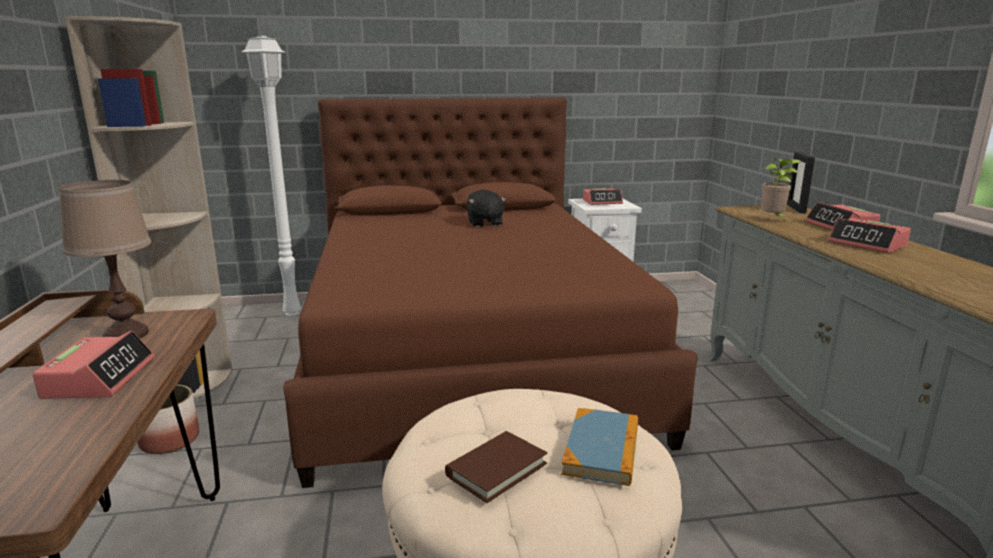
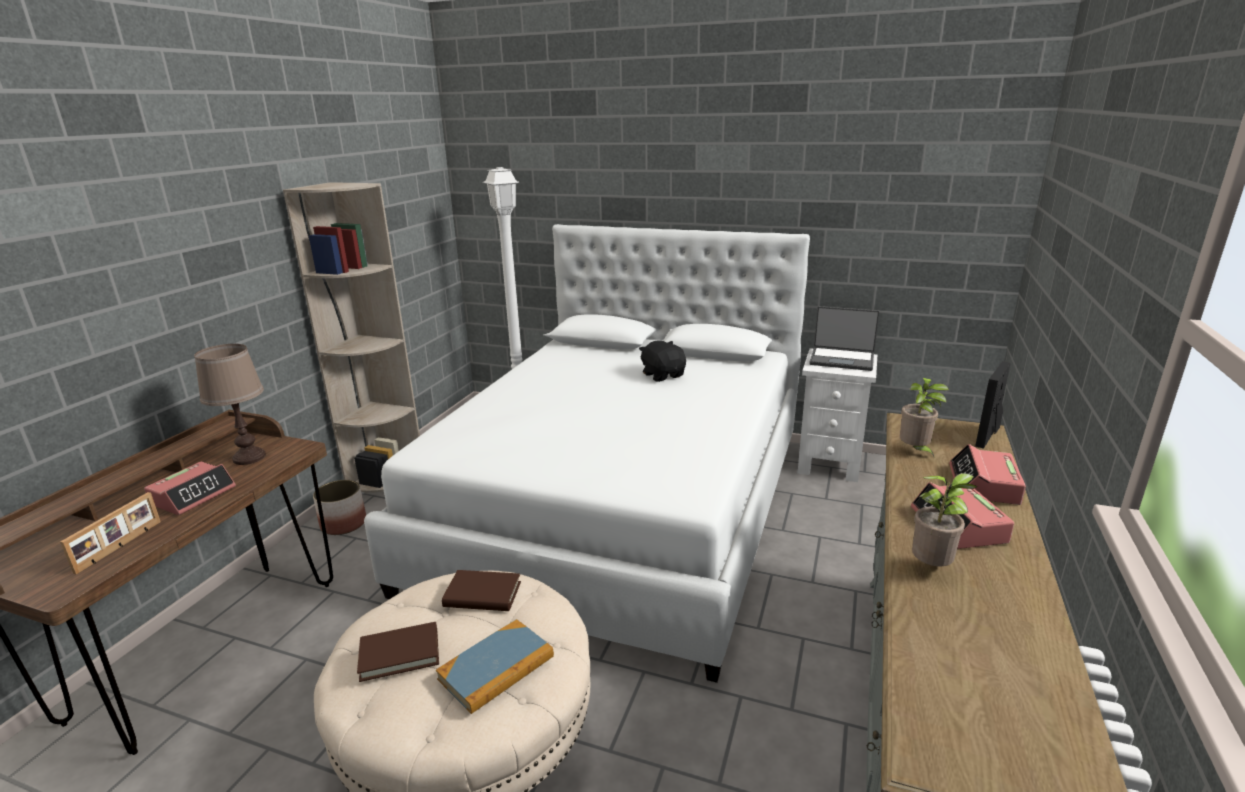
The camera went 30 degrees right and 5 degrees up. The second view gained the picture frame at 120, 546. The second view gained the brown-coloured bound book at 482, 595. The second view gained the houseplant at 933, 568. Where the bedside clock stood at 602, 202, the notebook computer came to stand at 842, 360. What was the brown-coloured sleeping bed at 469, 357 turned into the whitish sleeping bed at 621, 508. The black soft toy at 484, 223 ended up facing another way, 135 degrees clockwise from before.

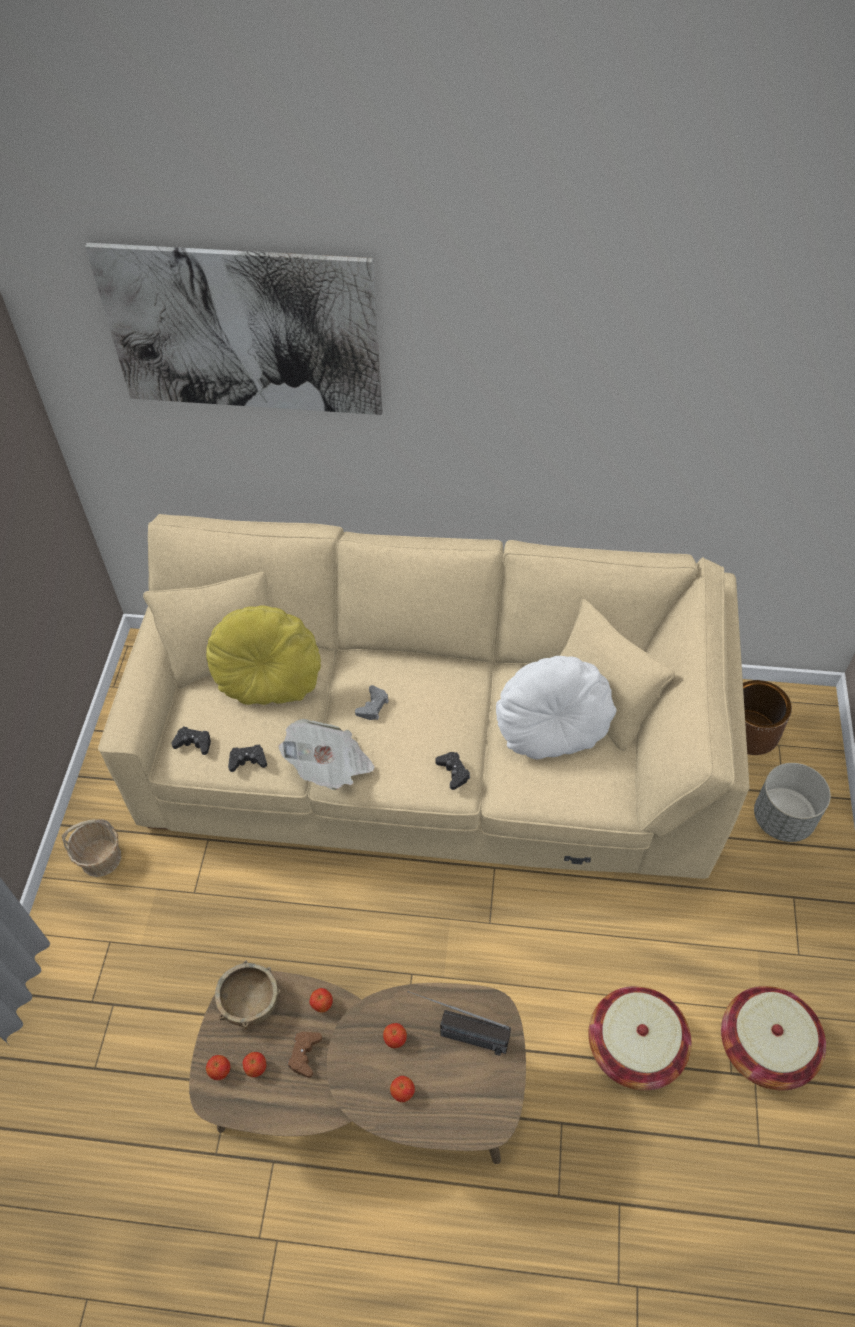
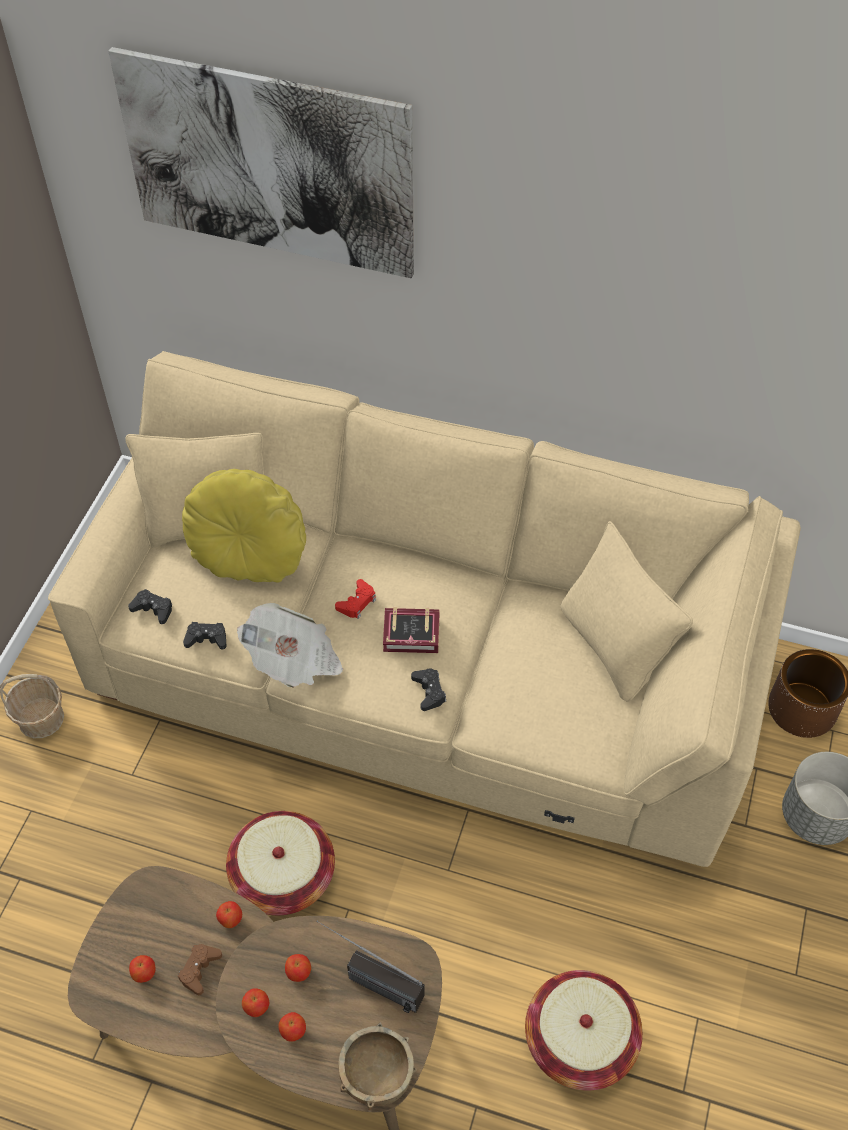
The camera went 10 degrees right and 0 degrees up. The second view lost the whitish cushion at 551, 737. The second view gained the bound book at 414, 636. The apple fruit ended up elsewhere, having gone from 220, 1071 to 256, 1007. The brown-coloured serving bowl ended up elsewhere, having gone from 249, 1002 to 376, 1073. The household basket ended up elsewhere, having gone from 765, 1047 to 283, 875. What was the gray joypad at 373, 706 turned into the red-coloured joypad at 357, 602.

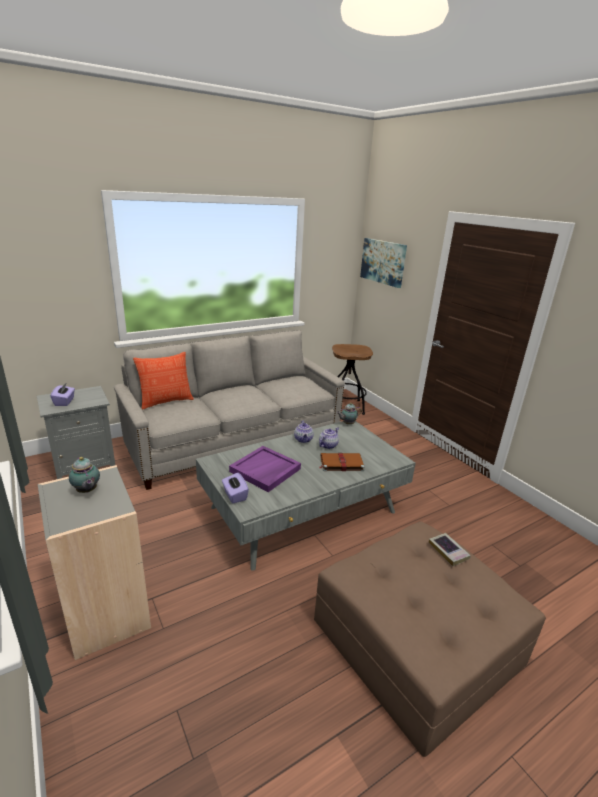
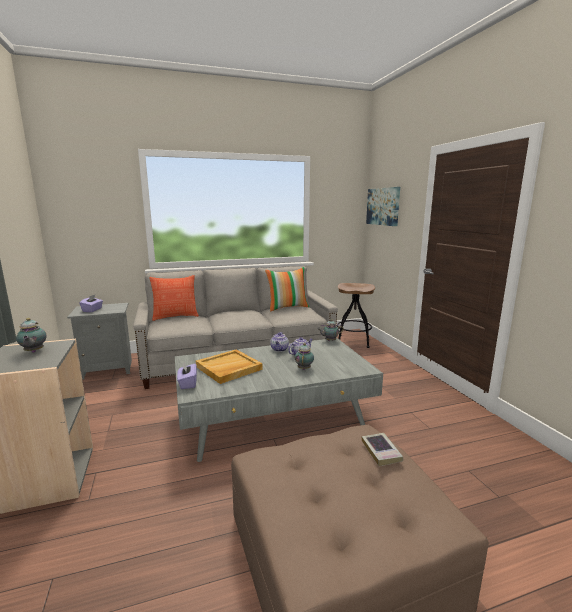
The camera went 15 degrees right and 10 degrees down. The second view gained the cushion at 287, 307. Where the brown-coloured bound book stood at 340, 463, the teapot came to stand at 304, 368. What was the purple carrying tray at 265, 470 turned into the beige-coloured carrying tray at 228, 368.

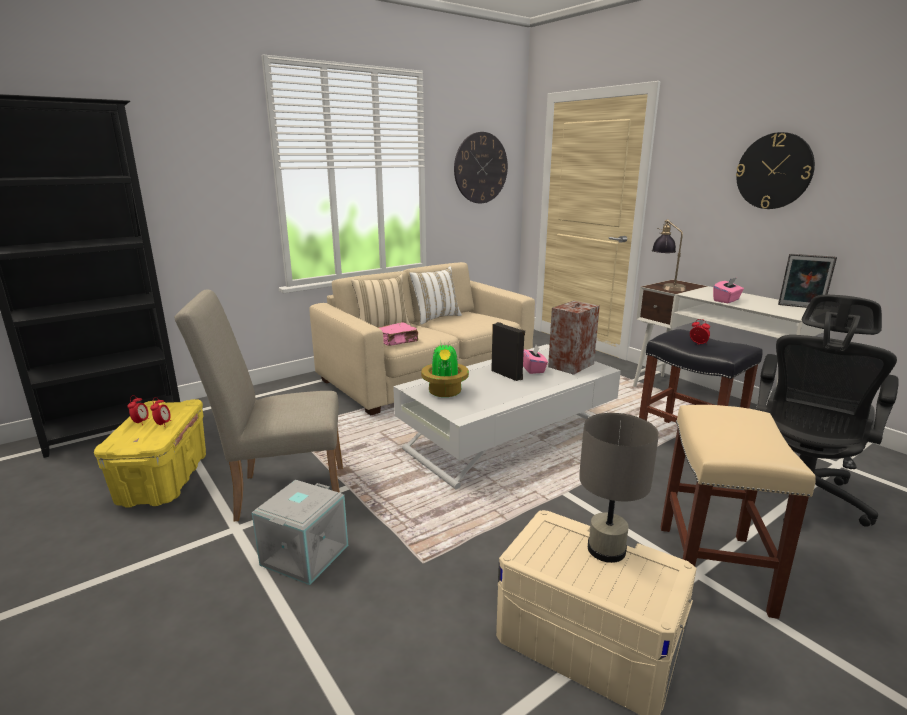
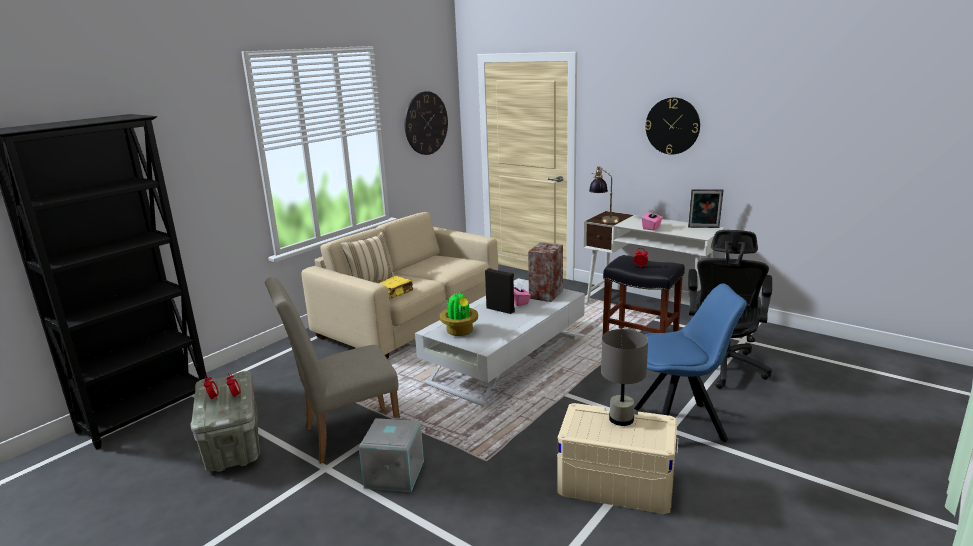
The camera went 15 degrees left and 0 degrees up. The second view lost the whitish cushion at 435, 318. Where the beige-coloured stool seat stood at 714, 569, the blue upright chair came to stand at 680, 424. What was the yellowish storage bin at 164, 479 turned into the gray storage bin at 232, 445. What was the pinkish bound book at 397, 341 turned into the yellowish bound book at 395, 293.

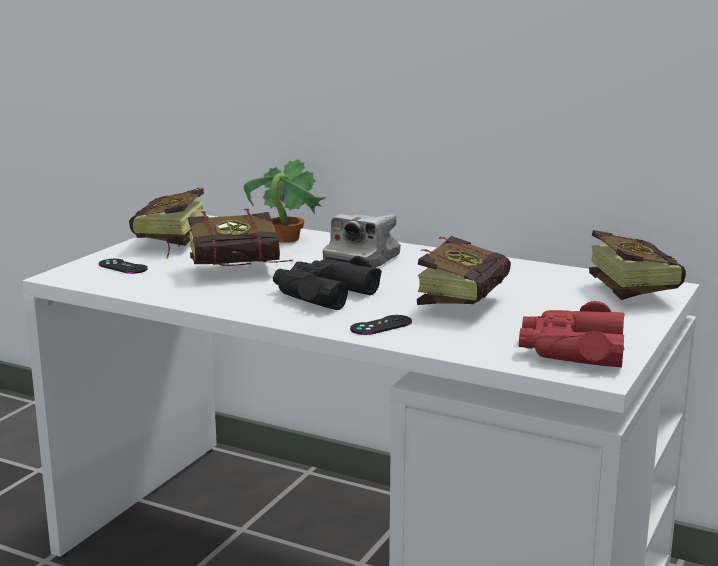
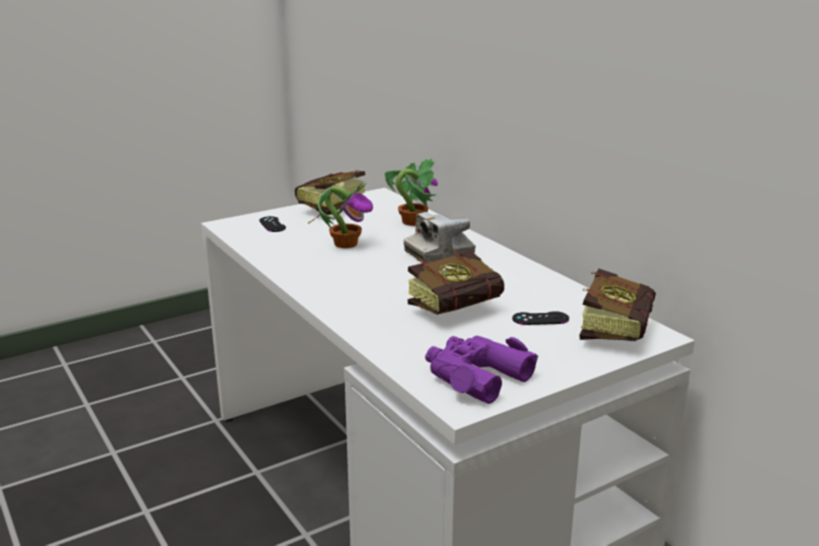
The camera went 30 degrees right and 5 degrees up. The second view lost the black pair of binoculars at 322, 294. The black joypad ended up elsewhere, having gone from 381, 325 to 540, 319. Where the bound book stood at 245, 269, the houseplant came to stand at 345, 243. What was the red-coloured pair of binoculars at 572, 350 turned into the purple pair of binoculars at 475, 376.

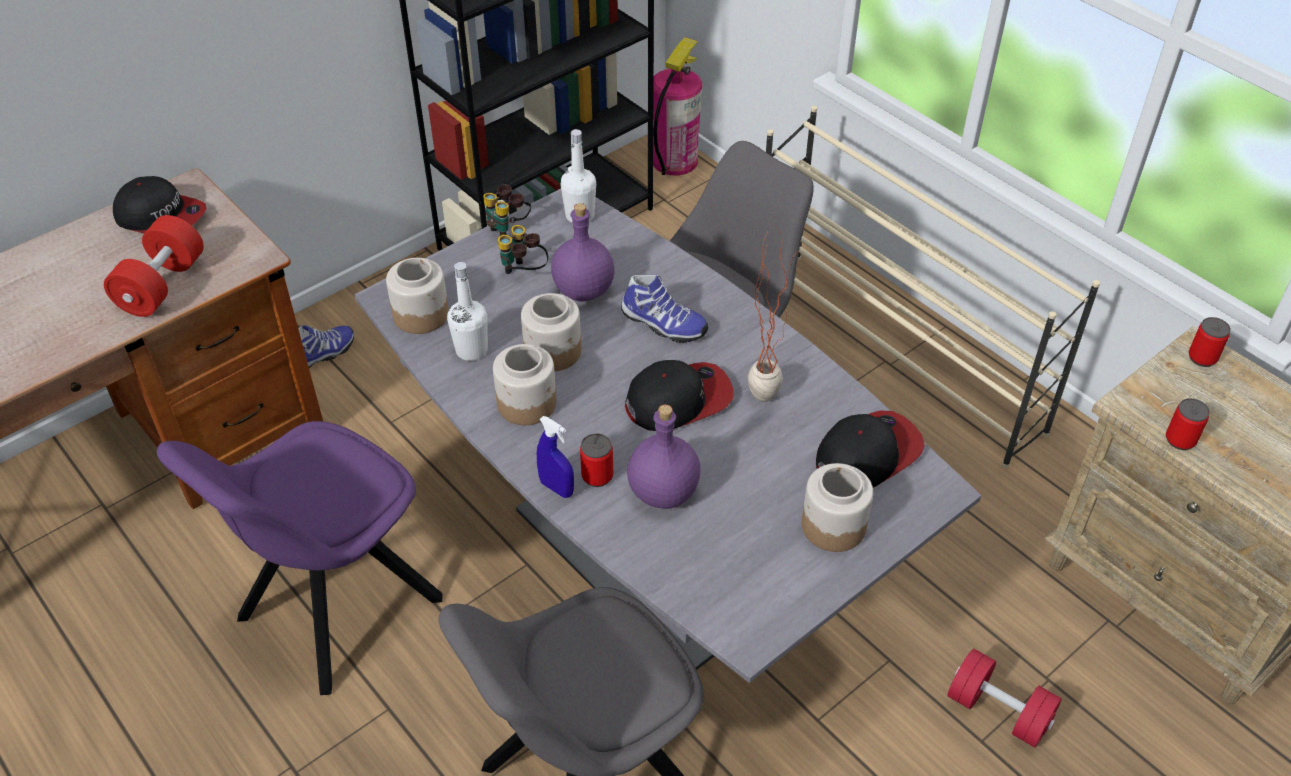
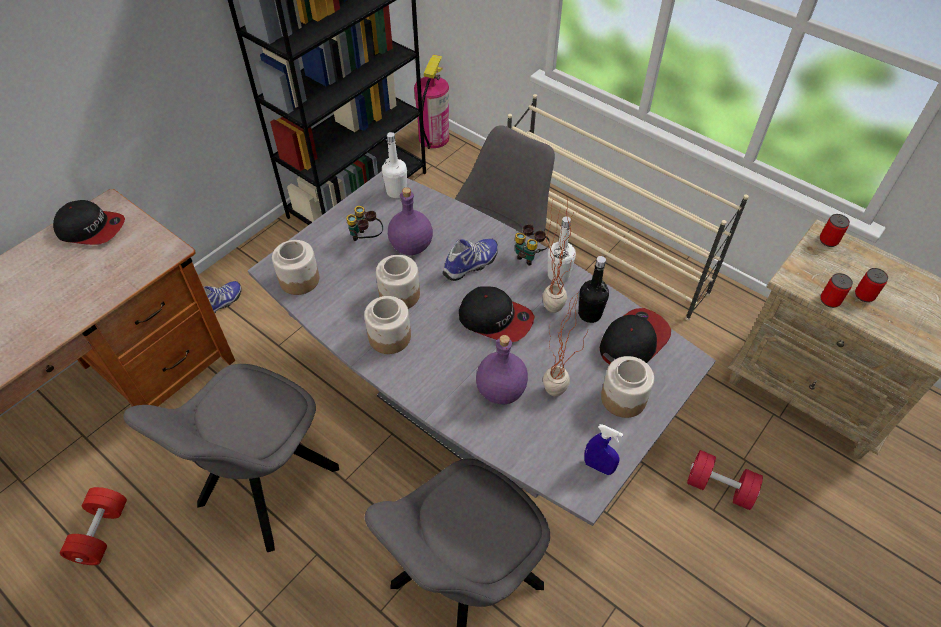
The camera went 10 degrees left and 5 degrees up. The second view gained the houseplant at 555, 398. The second view gained the black bottle at 589, 314. The red-coloured hand weight ended up elsewhere, having gone from 162, 285 to 101, 533. The whitish bottle ended up elsewhere, having gone from 471, 350 to 558, 275. The pair of binoculars ended up elsewhere, having gone from 508, 229 to 529, 255. The blue spray bottle ended up elsewhere, having gone from 556, 488 to 598, 467. The metal can ended up elsewhere, having gone from 597, 476 to 864, 295. What was the purple upright chair at 338, 608 turned into the gray upright chair at 267, 486. The item of footwear at 662, 325 ended up facing another way, 60 degrees counterclockwise from before. The baseball cap at 679, 399 ended up facing another way, 60 degrees clockwise from before.

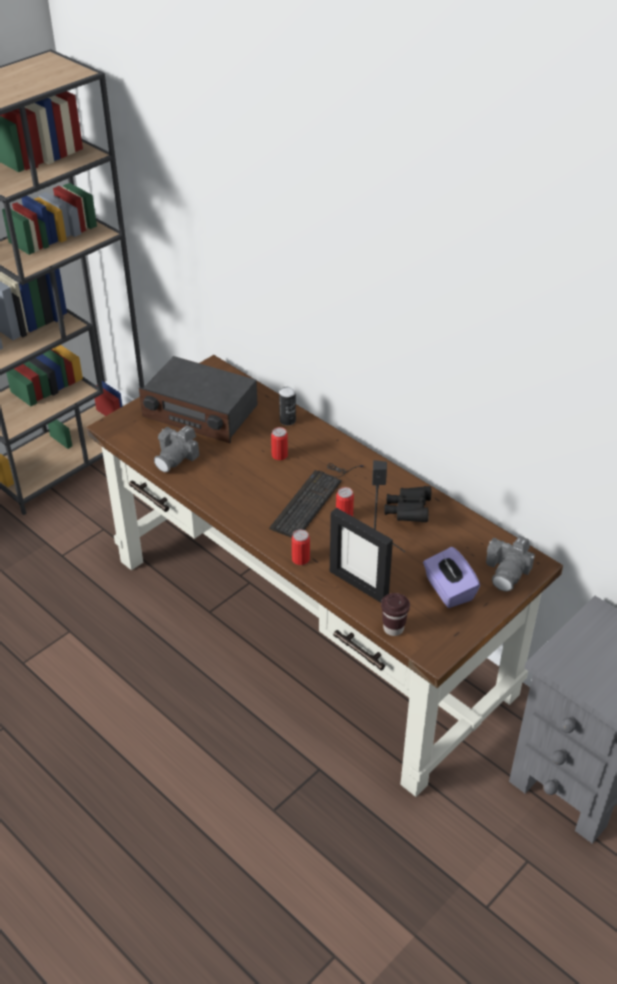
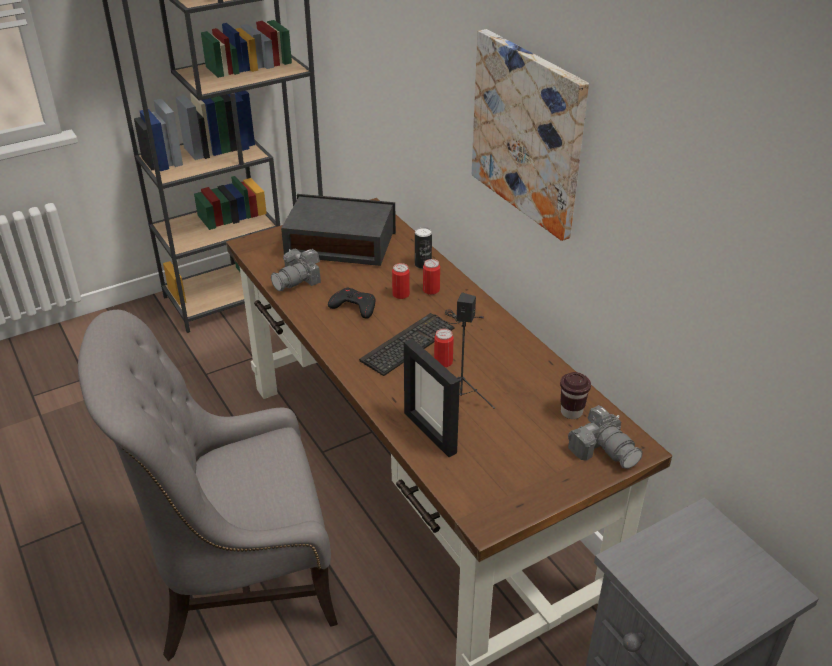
The camera went 15 degrees right and 5 degrees down. The second view lost the black pair of binoculars at 408, 512. The second view lost the purple tissue box at 448, 590. The second view gained the gray upright chair at 238, 578. The second view gained the black joypad at 354, 306. The second view gained the wall art at 529, 132. The metal can ended up elsewhere, having gone from 300, 559 to 431, 290. The brown-coloured cup ended up elsewhere, having gone from 393, 628 to 571, 412. The radio at 200, 412 ended up facing another way, 150 degrees clockwise from before. The photo camera at 508, 571 ended up facing another way, 75 degrees counterclockwise from before.

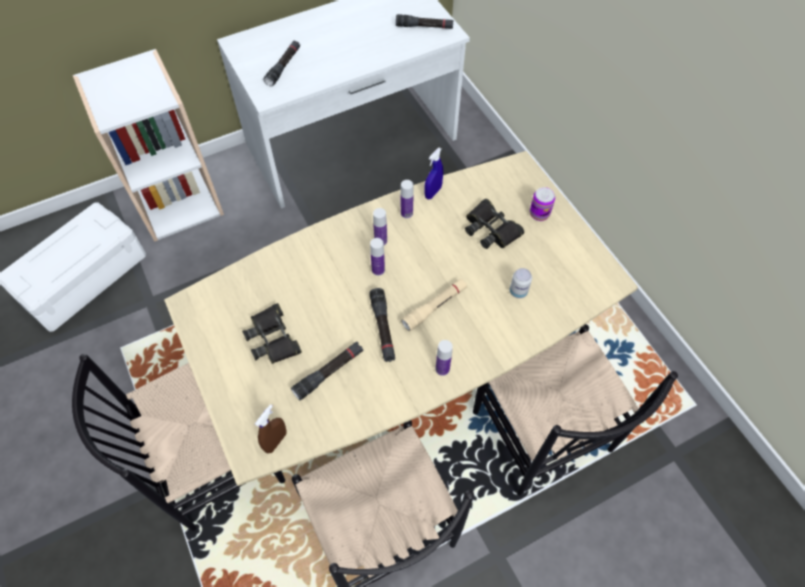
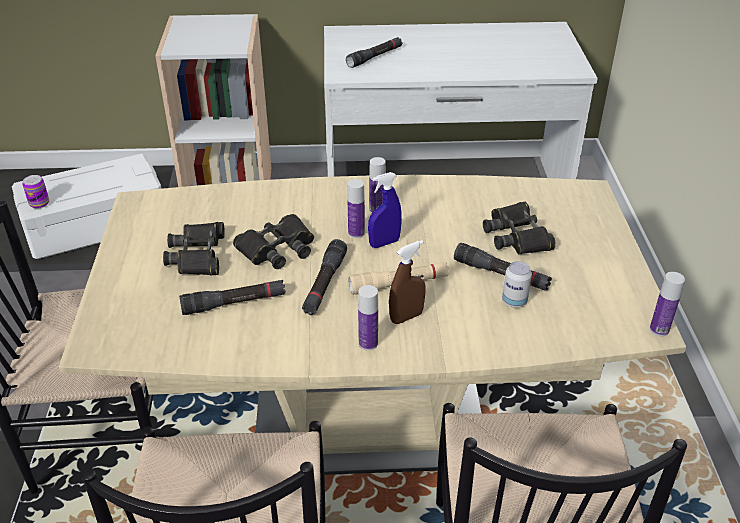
The camera went 25 degrees right and 20 degrees down. The second view gained the black pair of binoculars at 277, 249. The brown-coloured spray bottle ended up elsewhere, having gone from 276, 441 to 406, 317. The black hand torch ended up elsewhere, having gone from 424, 27 to 501, 274. The bottle ended up elsewhere, having gone from 406, 213 to 659, 329. The blue spray bottle ended up elsewhere, having gone from 433, 192 to 384, 243. The metal can ended up elsewhere, having gone from 539, 213 to 39, 203.

